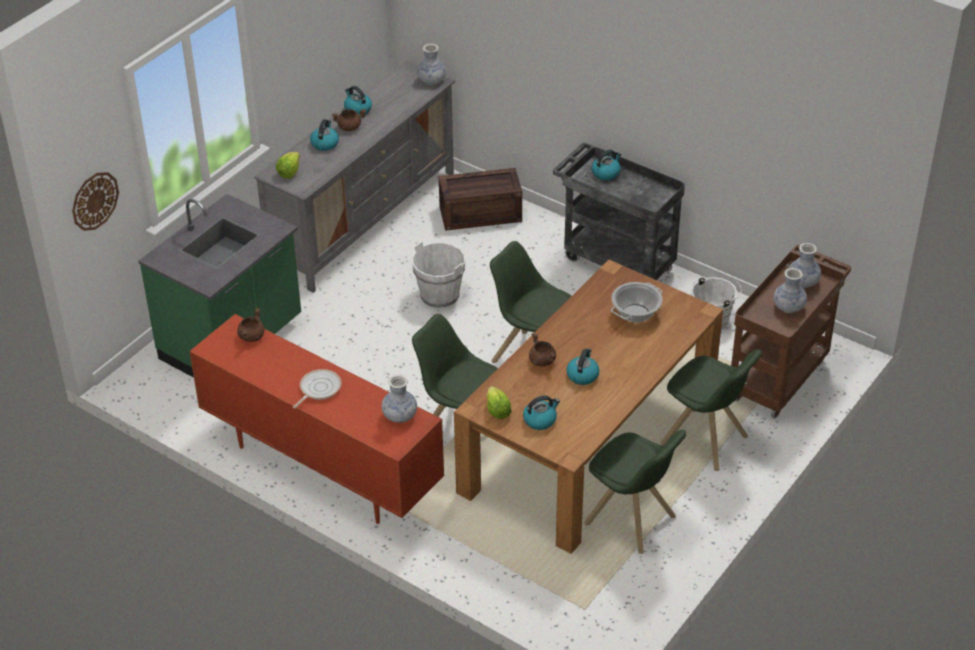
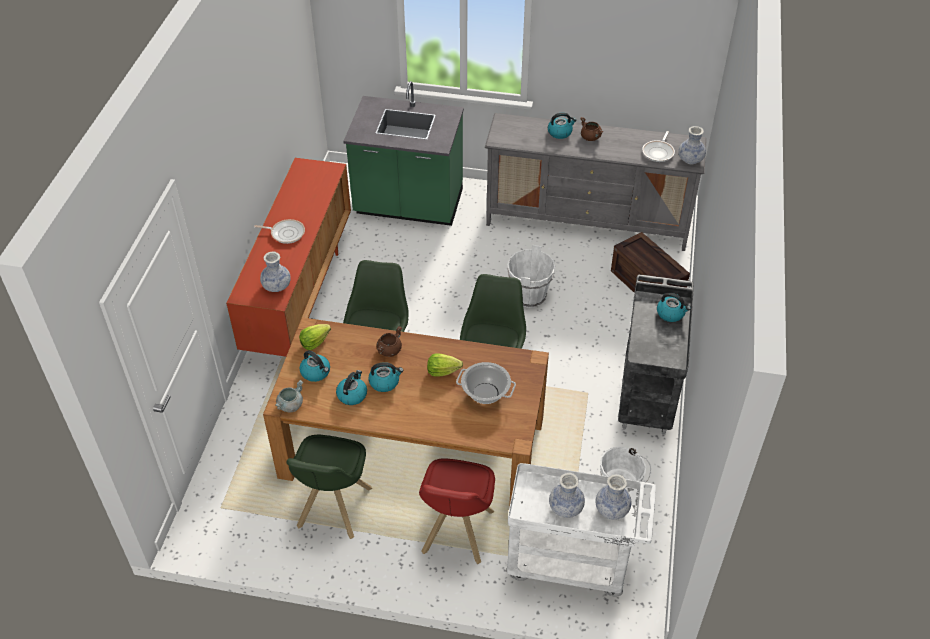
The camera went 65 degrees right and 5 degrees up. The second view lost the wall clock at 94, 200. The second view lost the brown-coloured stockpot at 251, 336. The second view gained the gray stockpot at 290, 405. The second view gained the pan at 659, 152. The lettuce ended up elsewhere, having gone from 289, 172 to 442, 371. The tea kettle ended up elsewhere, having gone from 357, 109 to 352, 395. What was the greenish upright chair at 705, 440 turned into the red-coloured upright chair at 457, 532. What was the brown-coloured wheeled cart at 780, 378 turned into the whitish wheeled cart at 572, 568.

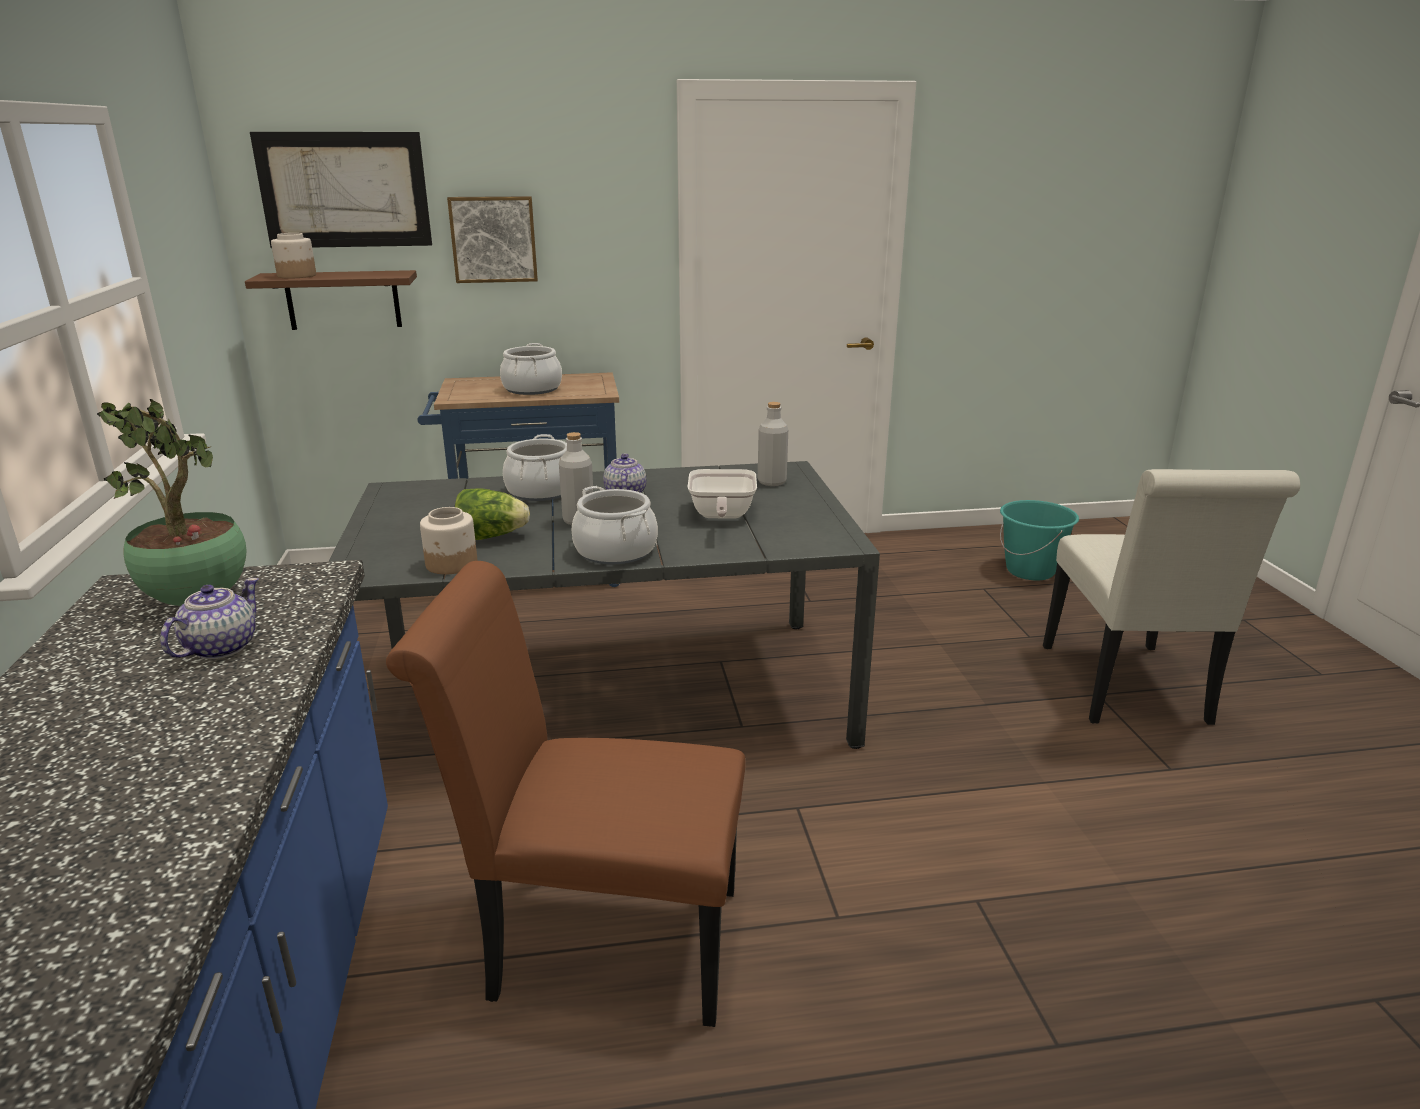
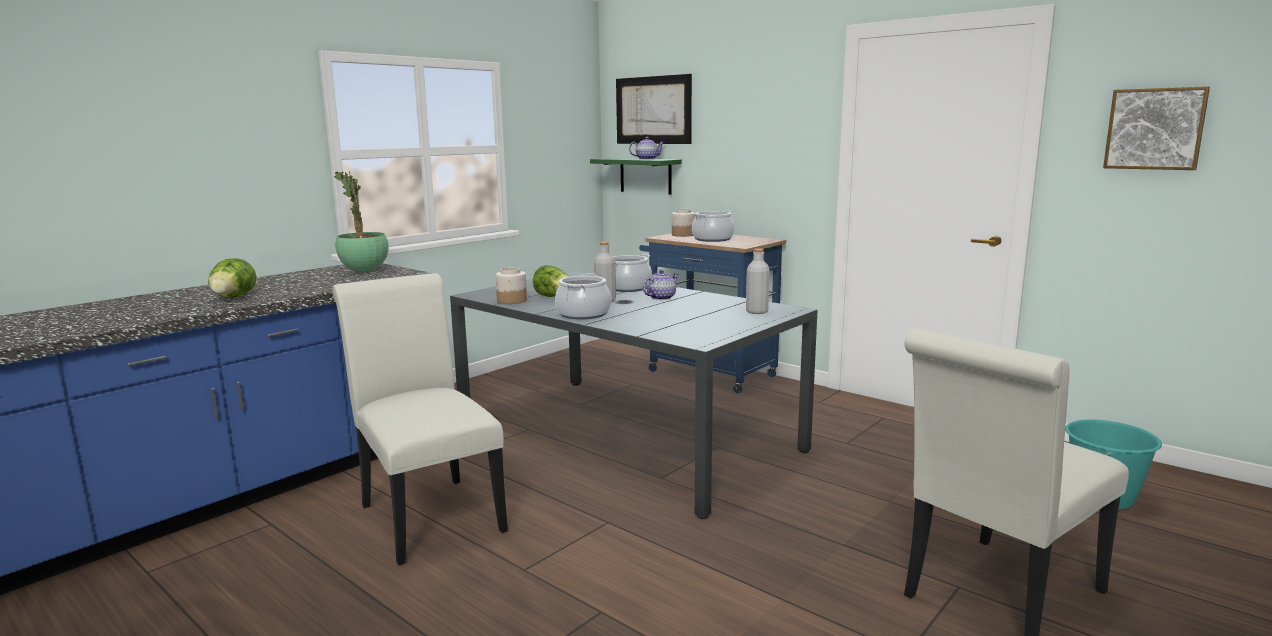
The camera went 50 degrees right and 10 degrees down. The second view lost the pan at 721, 516. The second view gained the lettuce at 232, 298. The teapot ended up elsewhere, having gone from 219, 648 to 646, 159. The preserve jar ended up elsewhere, having gone from 296, 276 to 683, 235. The wall art ended up elsewhere, having gone from 493, 239 to 1155, 129. What was the brown-coloured bracket shelf at 343, 300 turned into the greenish bracket shelf at 645, 175. What was the brown-coloured upright chair at 598, 941 turned into the whitish upright chair at 428, 514.

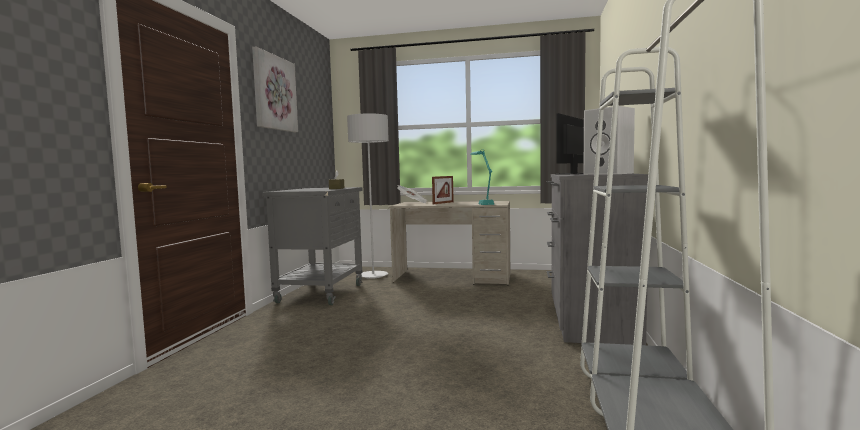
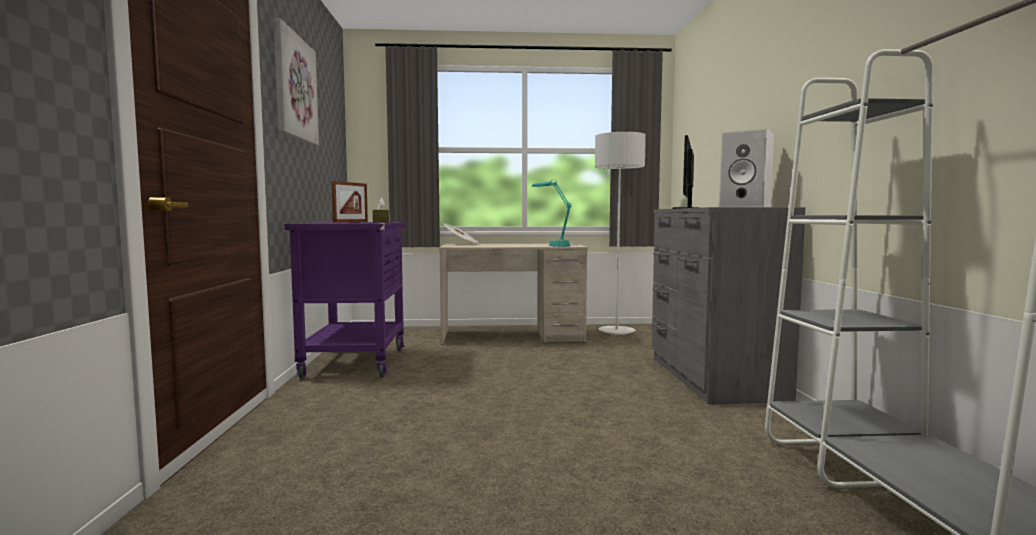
The camera went 15 degrees left and 0 degrees up. The gray floor lamp ended up elsewhere, having gone from 373, 276 to 616, 331. The picture frame ended up elsewhere, having gone from 443, 203 to 351, 222. What was the gray wheeled cart at 321, 293 turned into the purple wheeled cart at 356, 362.

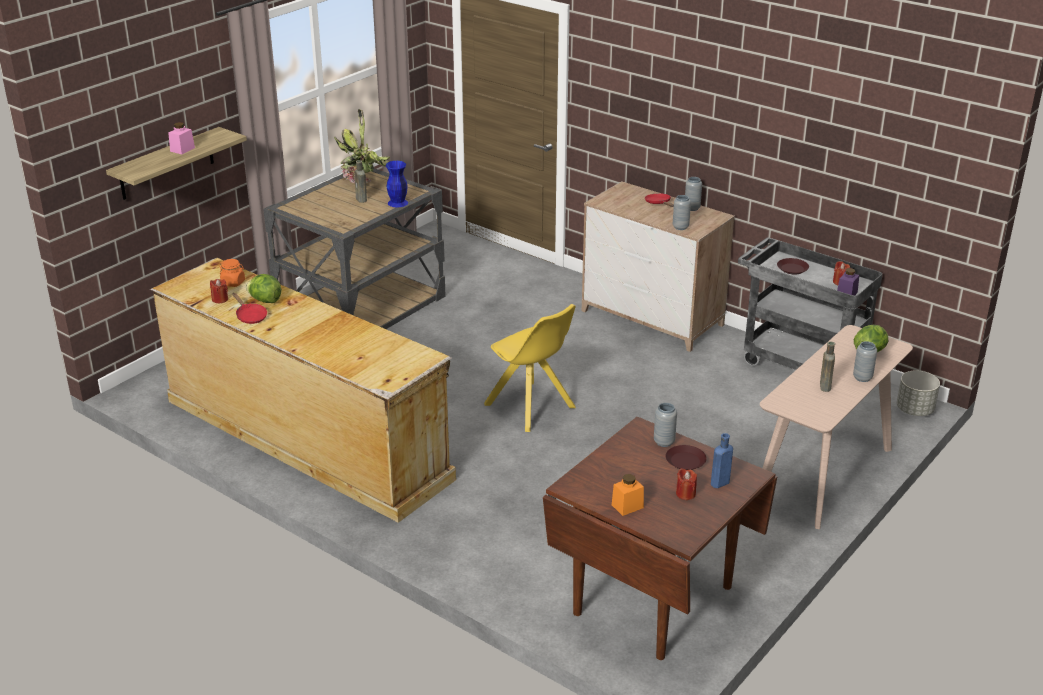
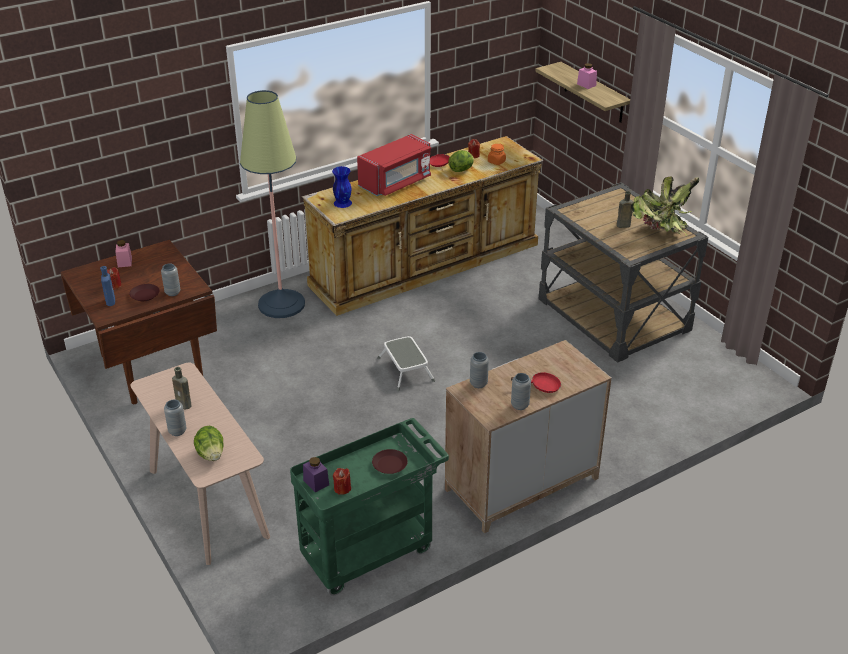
The camera went 110 degrees right and 5 degrees up. The second view lost the gray flower pot at 915, 410. The second view gained the floor lamp at 281, 304. The second view gained the red-coloured microwave oven at 396, 182. The blue vase ended up elsewhere, having gone from 397, 203 to 342, 203. Where the yellowish upright chair stood at 531, 407, the gray step stool came to stand at 406, 369. What was the orangey preserve jar at 627, 506 turned into the pinkish preserve jar at 125, 262. What was the black wheeled cart at 796, 369 turned into the greenish wheeled cart at 373, 555.

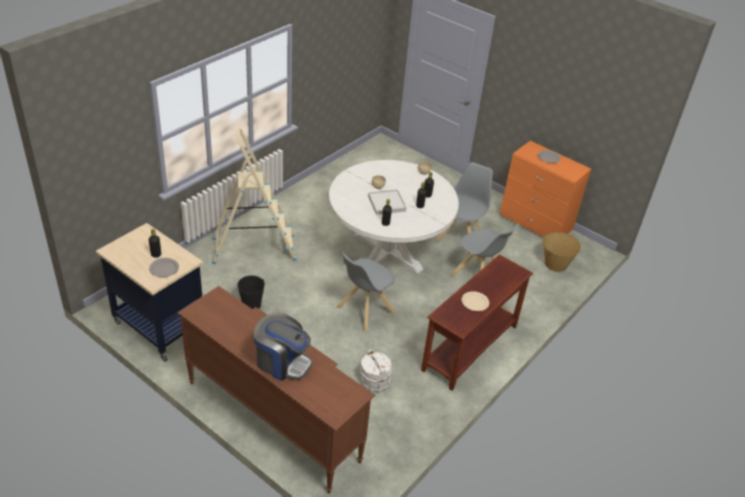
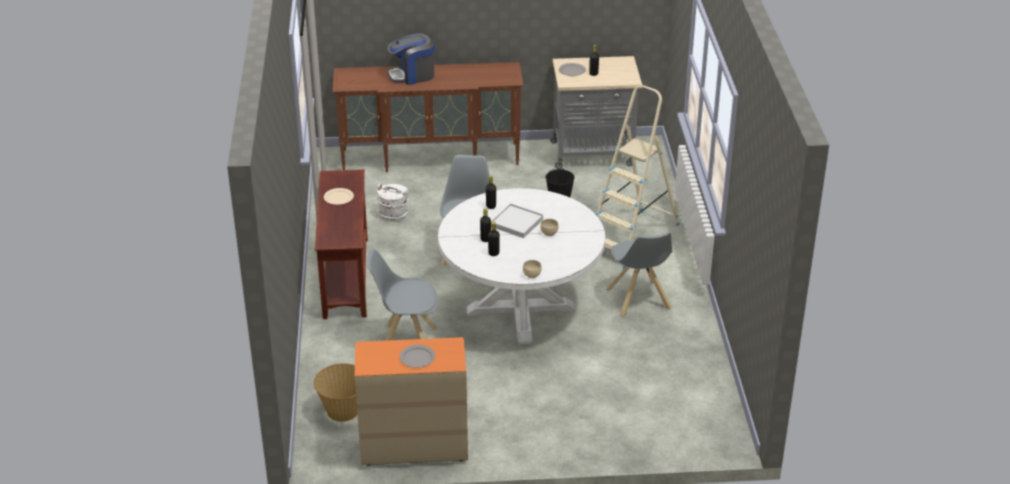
The camera went 140 degrees right and 5 degrees down. The gray upright chair ended up elsewhere, having gone from 461, 237 to 639, 300. What was the blue wheeled cart at 159, 328 turned into the gray wheeled cart at 593, 154.

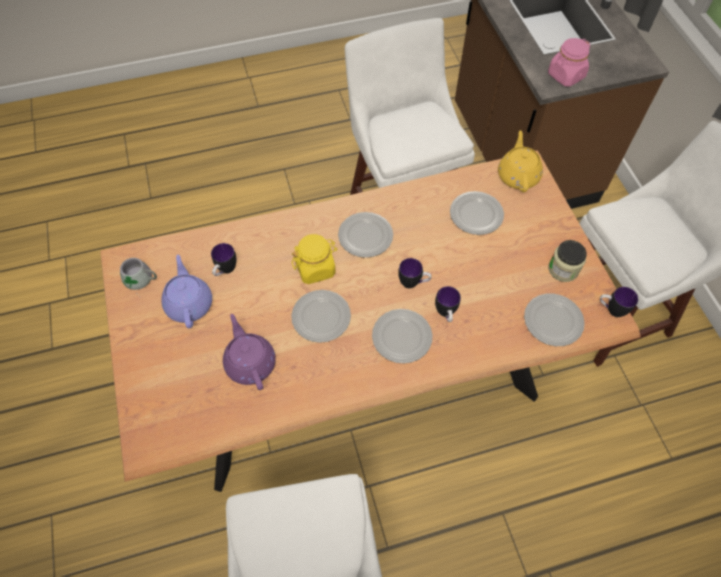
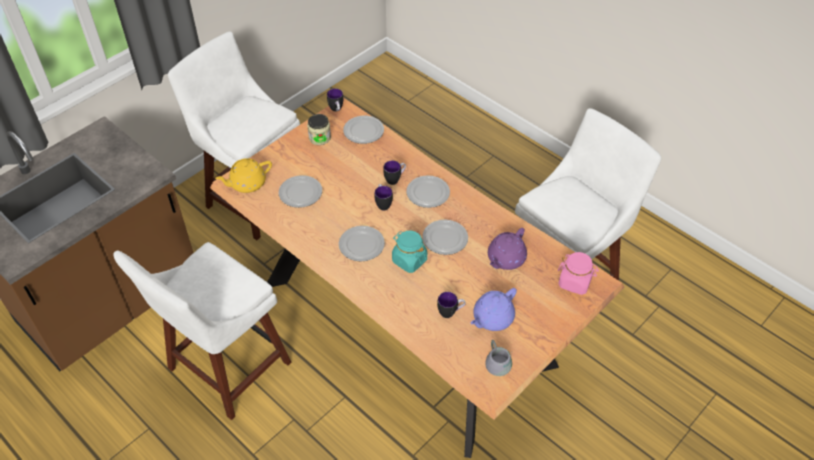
The camera went 120 degrees left and 10 degrees down. The pinkish preserve jar ended up elsewhere, having gone from 565, 76 to 575, 282. What was the yellowish preserve jar at 315, 268 turned into the turquoise-coloured preserve jar at 409, 260.

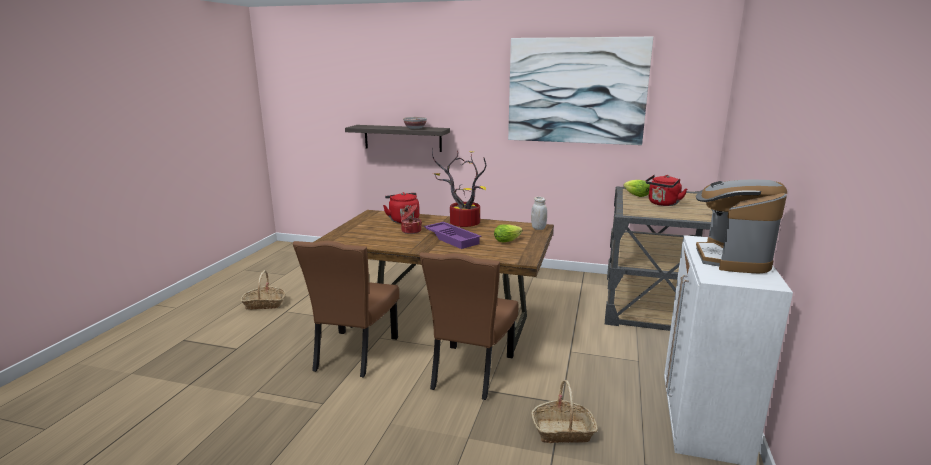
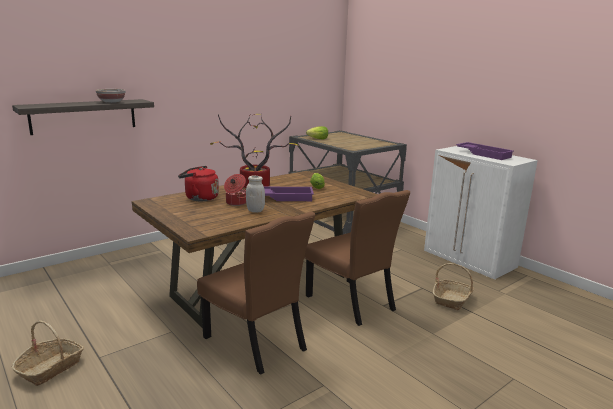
The camera went 55 degrees left and 0 degrees up. The second view lost the wall art at 576, 91. The second view lost the red-coloured tea kettle at 662, 204. The whitish preserve jar ended up elsewhere, having gone from 538, 228 to 255, 210. Where the coffee maker stood at 731, 259, the purple carrying tray came to stand at 484, 154.

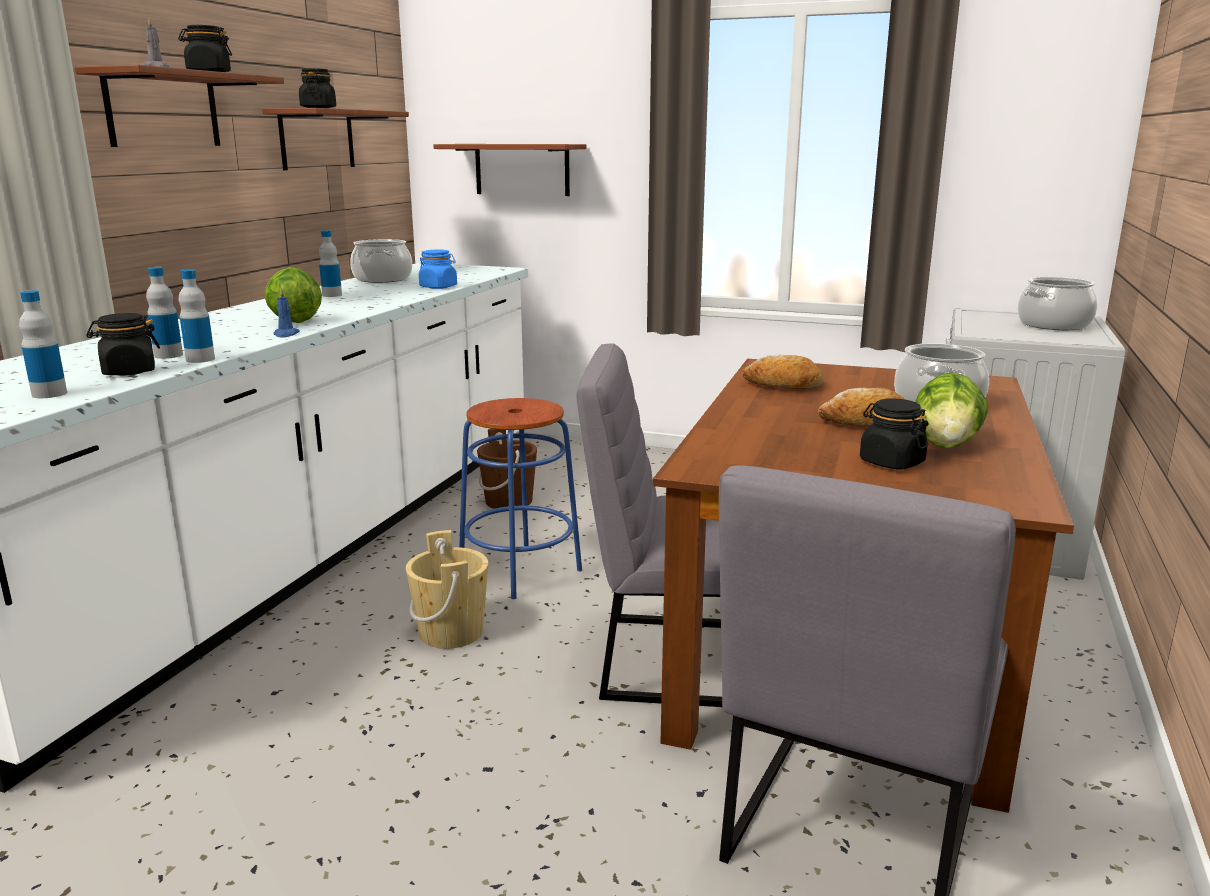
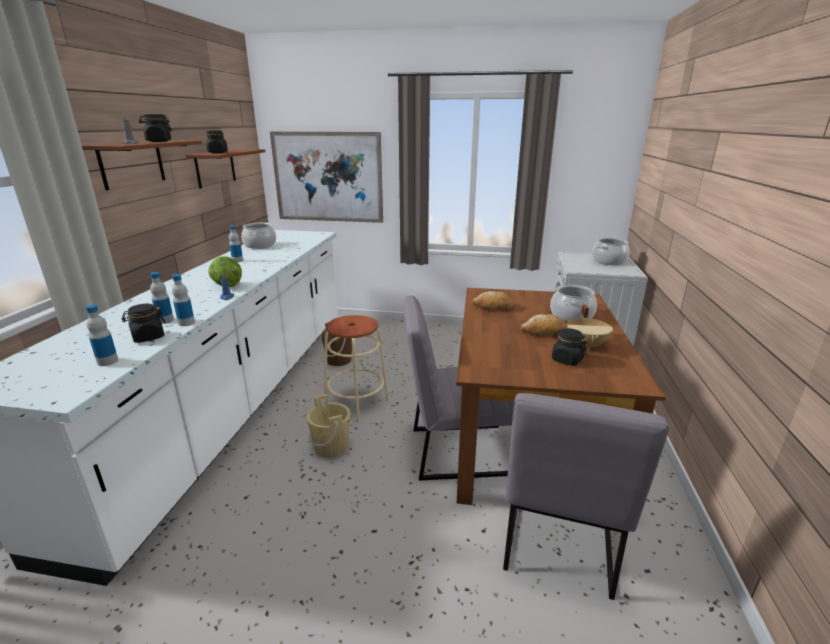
The camera went 10 degrees left and 5 degrees up. The second view lost the blue preserve jar at 438, 287. Where the brown-coloured bracket shelf hung at 522, 169, the wall art came to hang at 327, 177. Where the lettuce stood at 946, 445, the beige-coloured stockpot came to stand at 587, 345. What was the blue stool seat at 520, 570 turned into the beige-coloured stool seat at 357, 403.

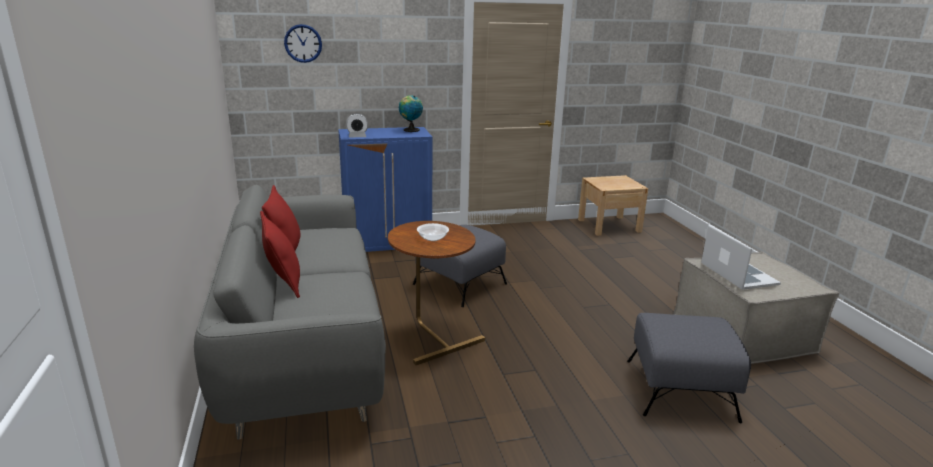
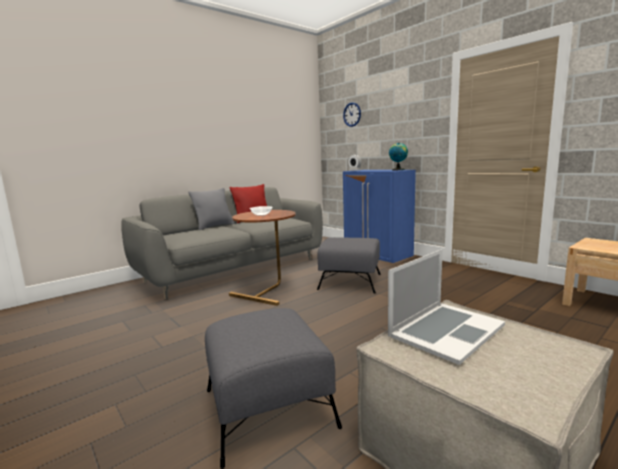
The camera went 65 degrees right and 10 degrees down. What was the red-coloured cushion at 284, 283 turned into the gray cushion at 214, 226.

